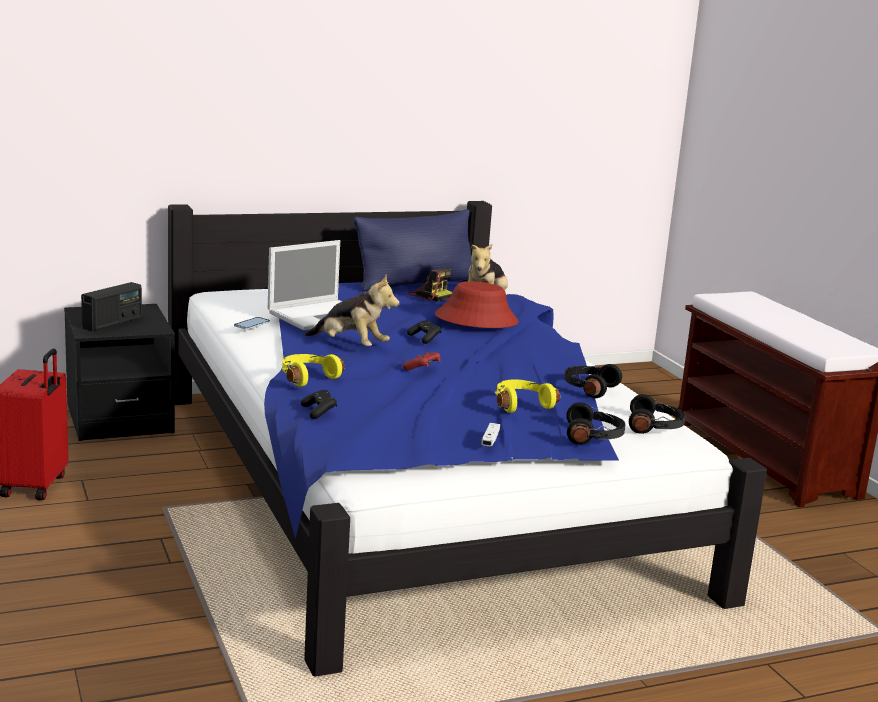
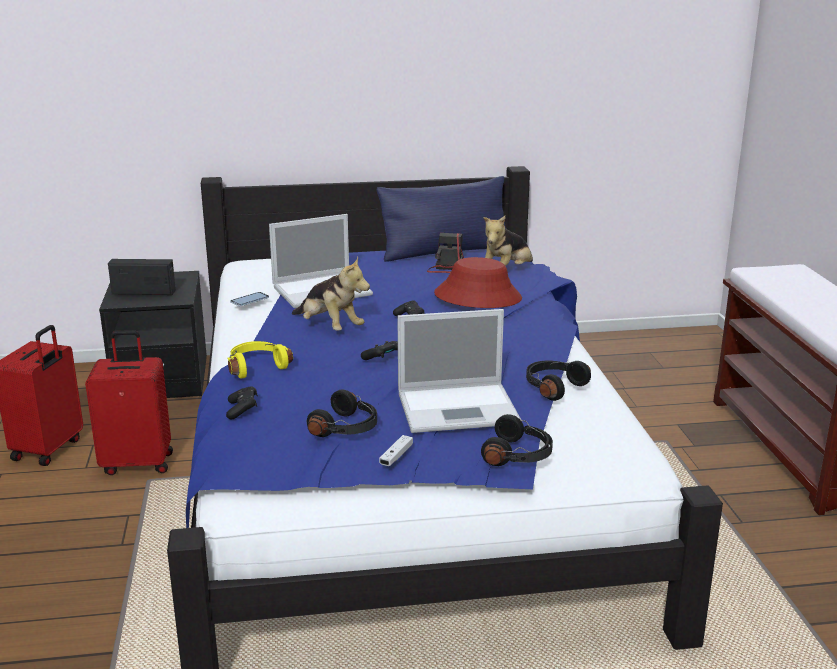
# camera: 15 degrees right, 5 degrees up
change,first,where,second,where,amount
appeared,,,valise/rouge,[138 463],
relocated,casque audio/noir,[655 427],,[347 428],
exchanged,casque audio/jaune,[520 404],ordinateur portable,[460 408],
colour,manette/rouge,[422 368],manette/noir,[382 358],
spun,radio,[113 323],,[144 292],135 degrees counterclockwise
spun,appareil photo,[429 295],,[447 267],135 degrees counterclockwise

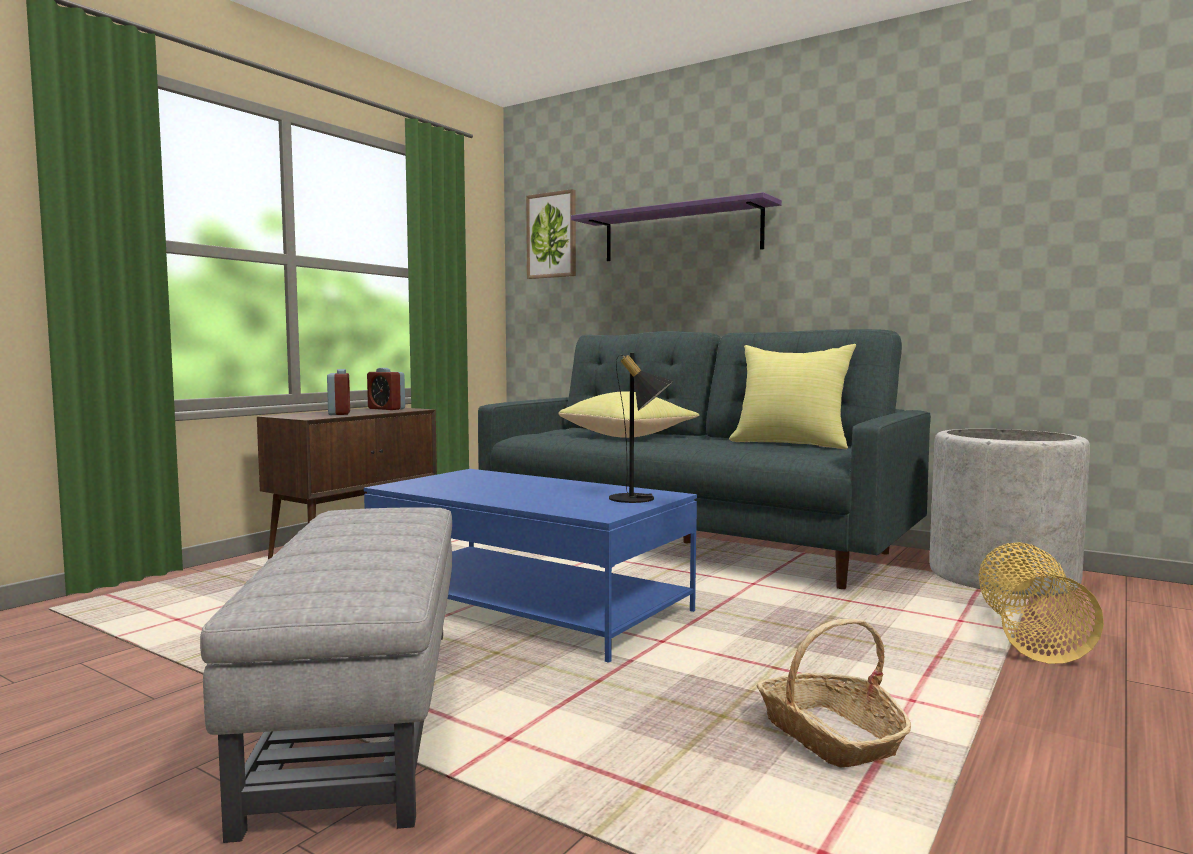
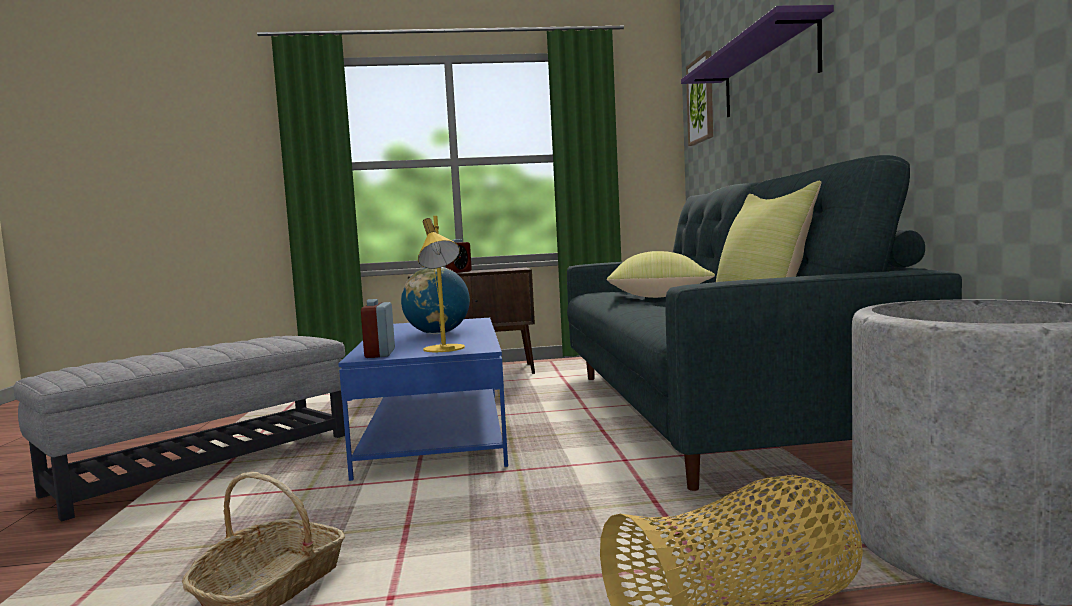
# camera: 50 degrees right, 0 degrees up
change,first,where,second,where,amount
appeared,,,globe,[438 333],
relocated,réveil,[386 409],,[380 353],
colour,lampe de table/noir,[639 499],lampe de table/jaune,[444 350],

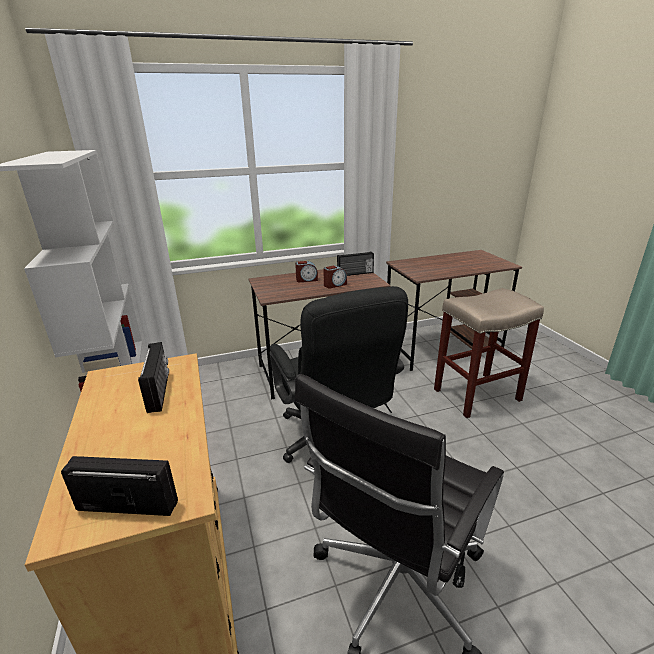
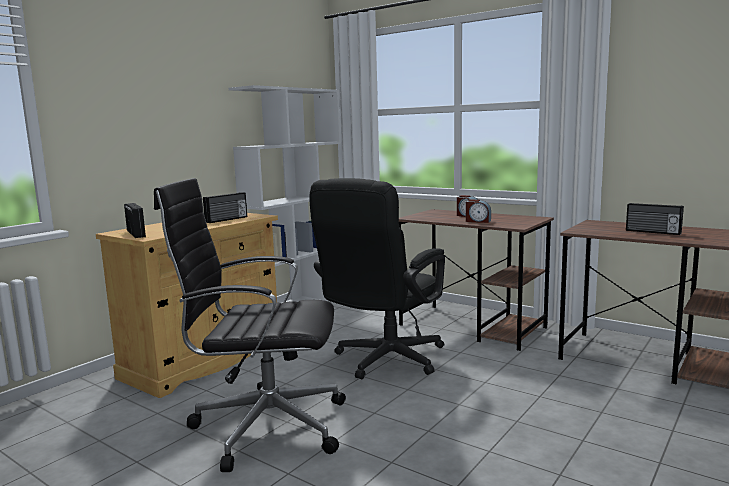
# camera: 55 degrees right, 15 degrees down
change,first,where,second,where,amount
missing,tabouret/beige,[476 395],,,
relocated,radio,[355 273],,[652 232],

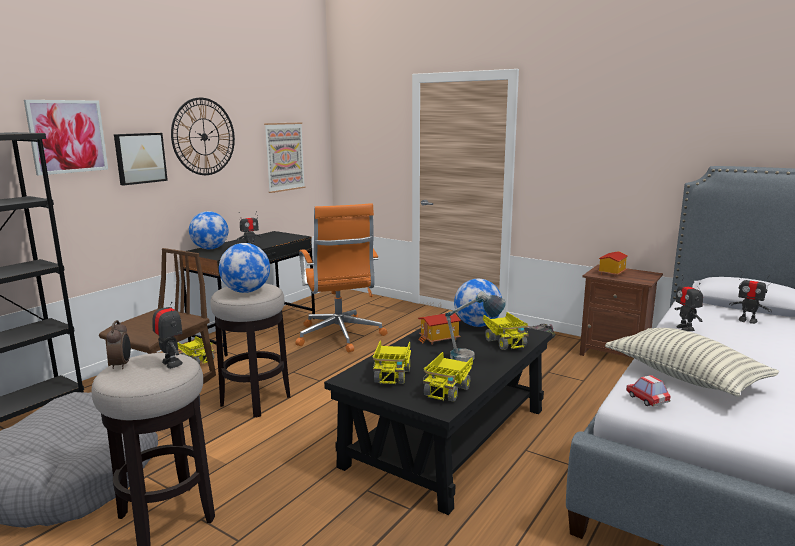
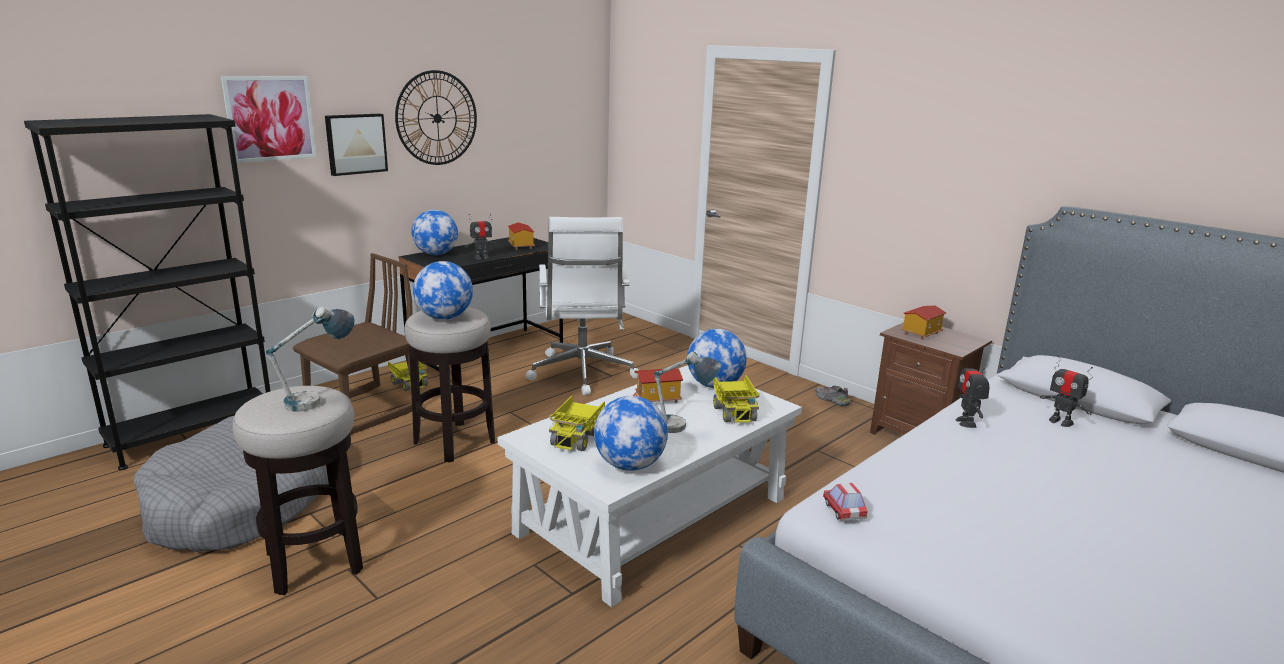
# camera: 10 degrees right, 5 degrees up
change,first,where,second,where,amount
missing,réveil,[122 365],,,
missing,tableau,[284 157],,,
missing,coussin,[684 377],,,
appeared,,,maison miniature,[520 246],
exchanged,robot jouet,[171 363],lampe de table,[318 401],
exchanged,camion jouet,[447 390],globe,[629 465],
colour,chaise de bureau/orange,[339 336],chaise de bureau/blanc,[582 373],
colour,table basse/noir,[448 437],table basse/blanc,[653 516],

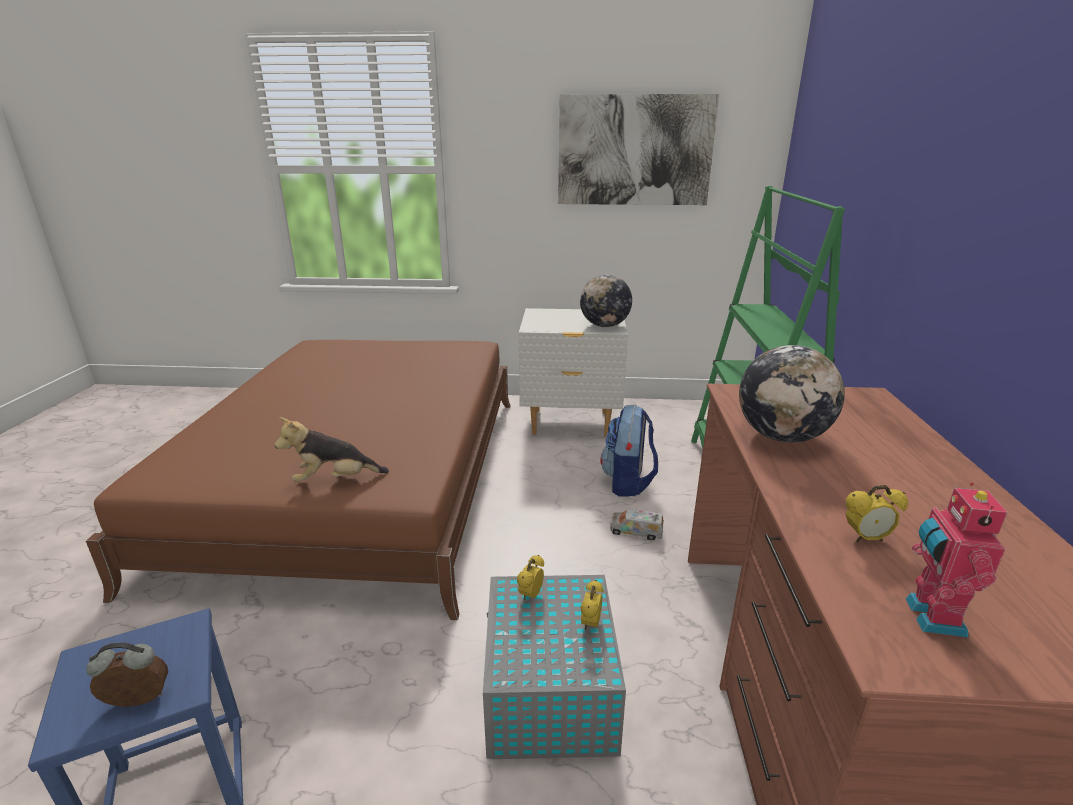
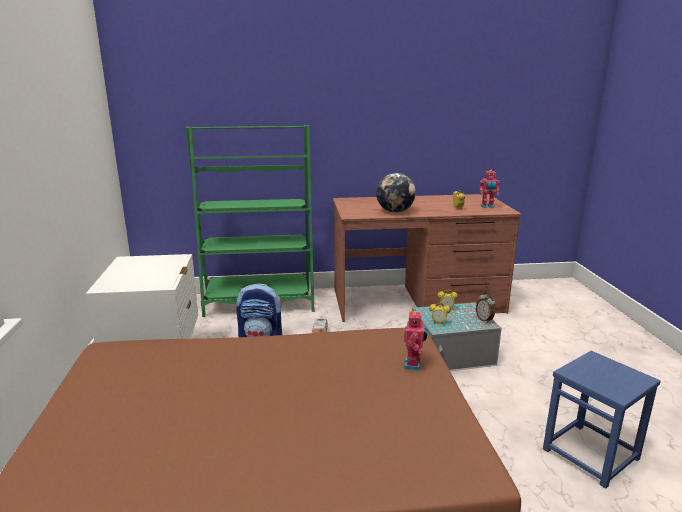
# camera: 100 degrees left, 5 degrees down
change,first,where,second,where,amount
missing,tableau,[634 151],,,
missing,globe,[604 326],,,
relocated,réveil,[138 703],,[484 319],
exchanged,peluche,[335 480],robot jouet,[414 365],

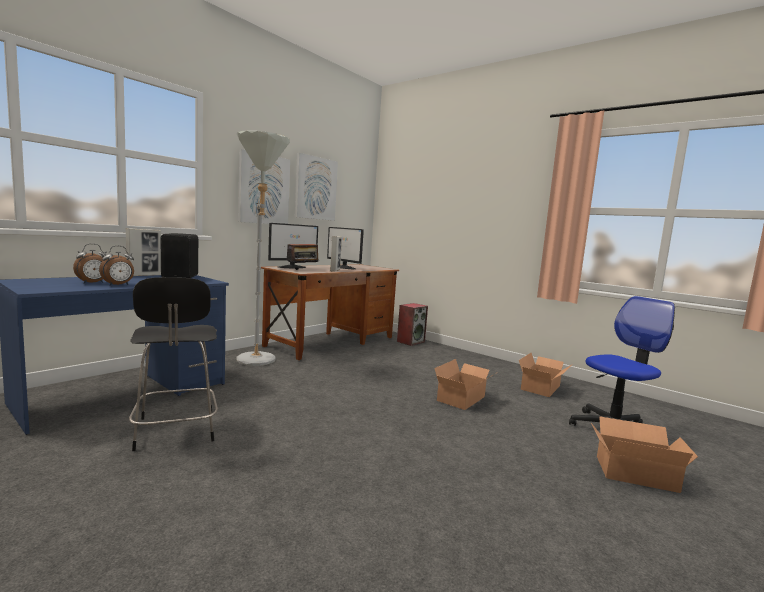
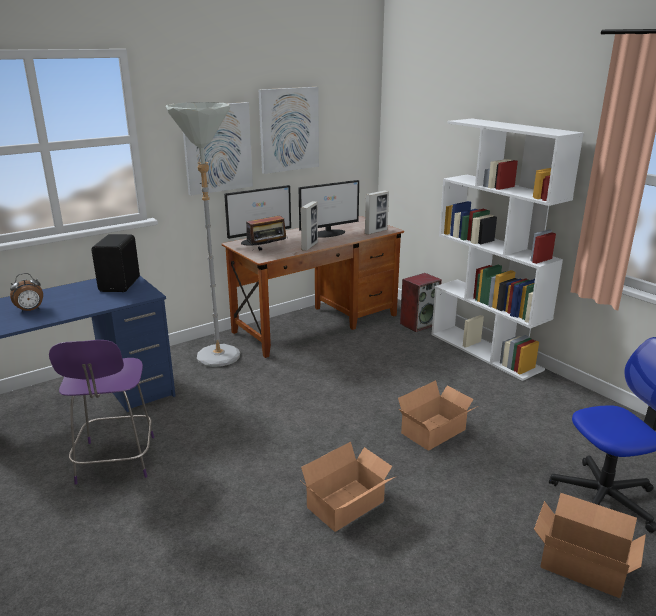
# camera: 15 degrees right, 15 degrees up
change,first,where,second,where,amount
missing,réveil,[118 285],,,
appeared,,,bibliothèque/blanc,[485 351],
relocated,cadre photo,[144 275],,[376 232],
relocated,carton,[542 388],,[349 505],
colour,chaise/noir,[175 431],chaise/violet,[115 461],
spun,écran d'ordinateur,[344 267],,[328 233],90 degrees counterclockwise

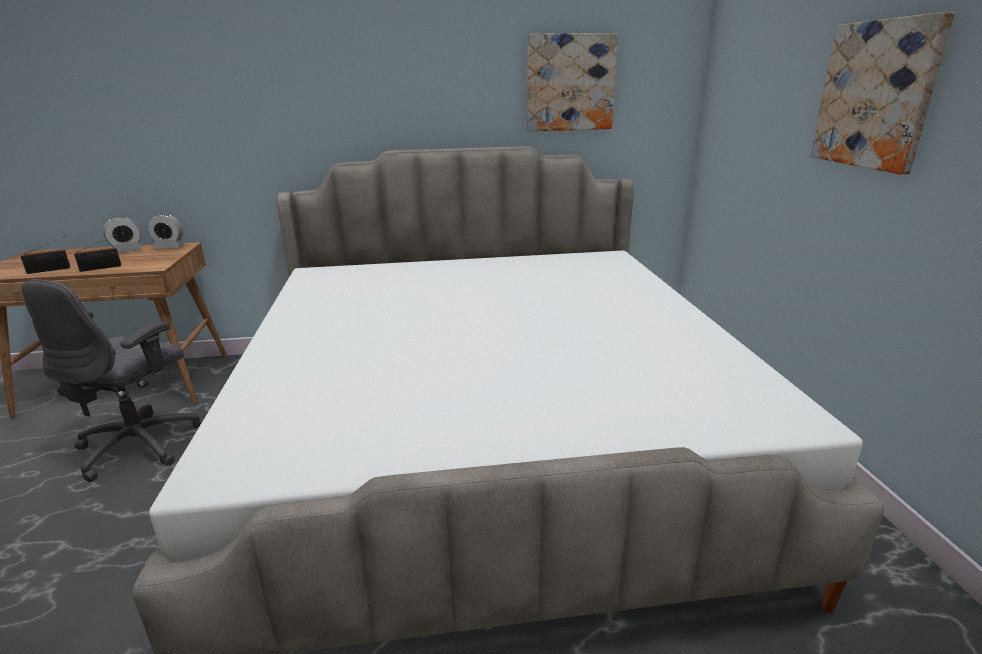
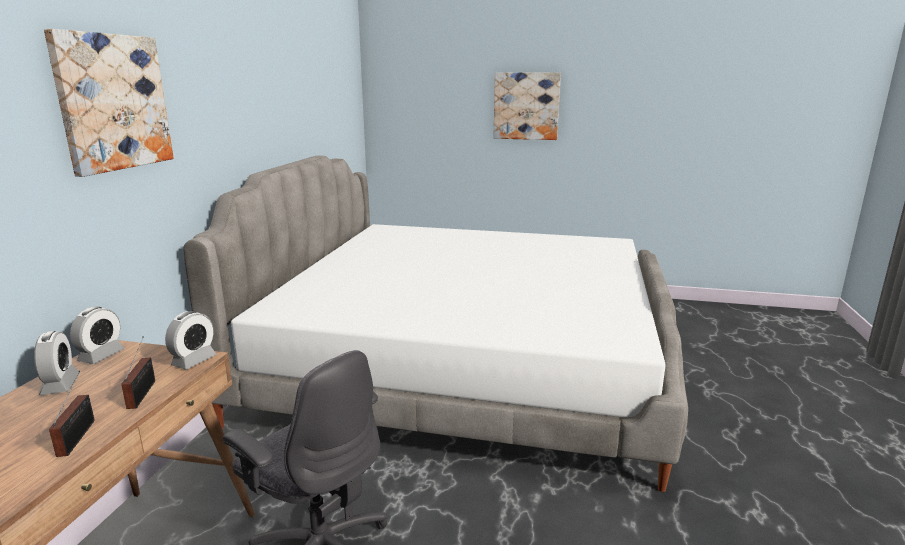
# camera: 70 degrees left, 5 degrees down
change,first,where,second,where,amount
appeared,,,réveil,[194 361],
relocated,tableau,[570 83],,[113 102],

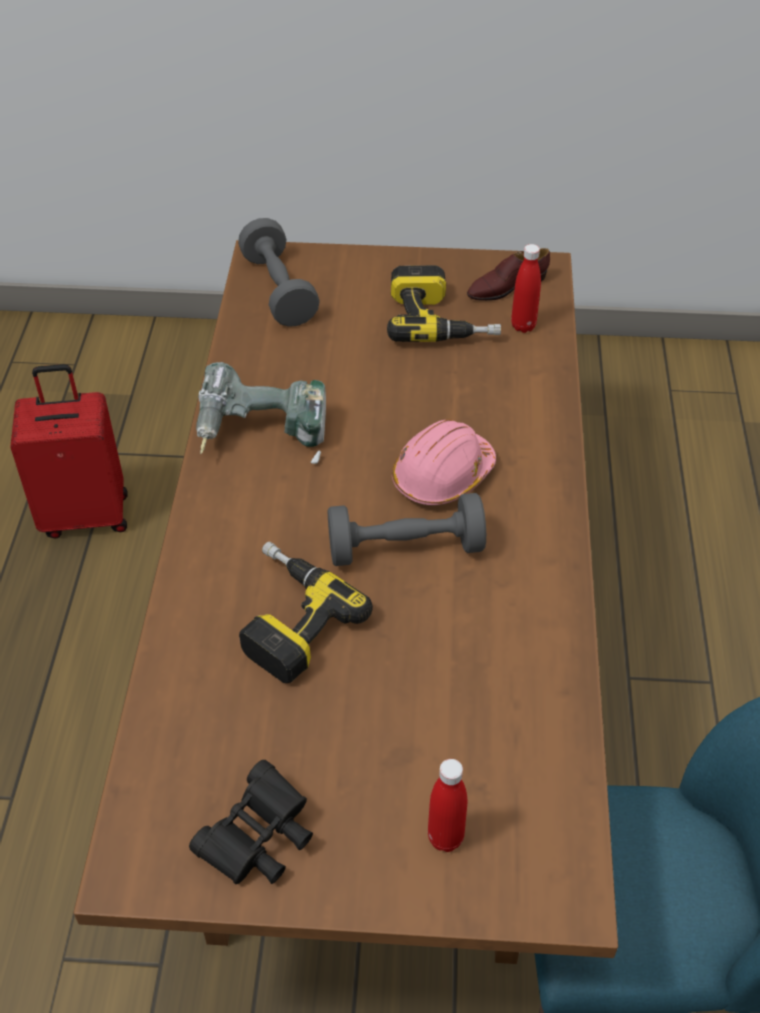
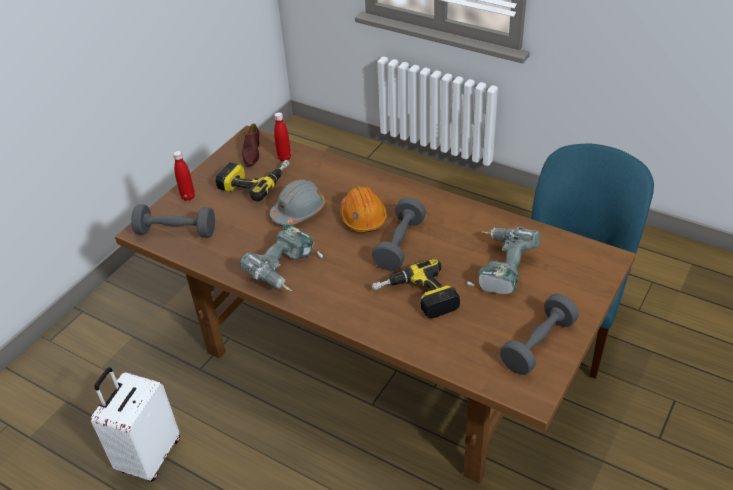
# camera: 60 degrees left, 5 degrees down
change,first,where,second,where,amount
appeared,,,casque de chantier/gris,[299 211],
appeared,,,perceuse,[500 269],
relocated,bouteille/rouge,[445 837],,[188 197],
exchanged,jumelles/noir,[258 840],haltère/gris,[538 344],
colour,valise/rouge,[86 514],valise/blanc,[148 456],
colour,casque de chantier/rose,[442 476],casque de chantier/orange,[363 217],

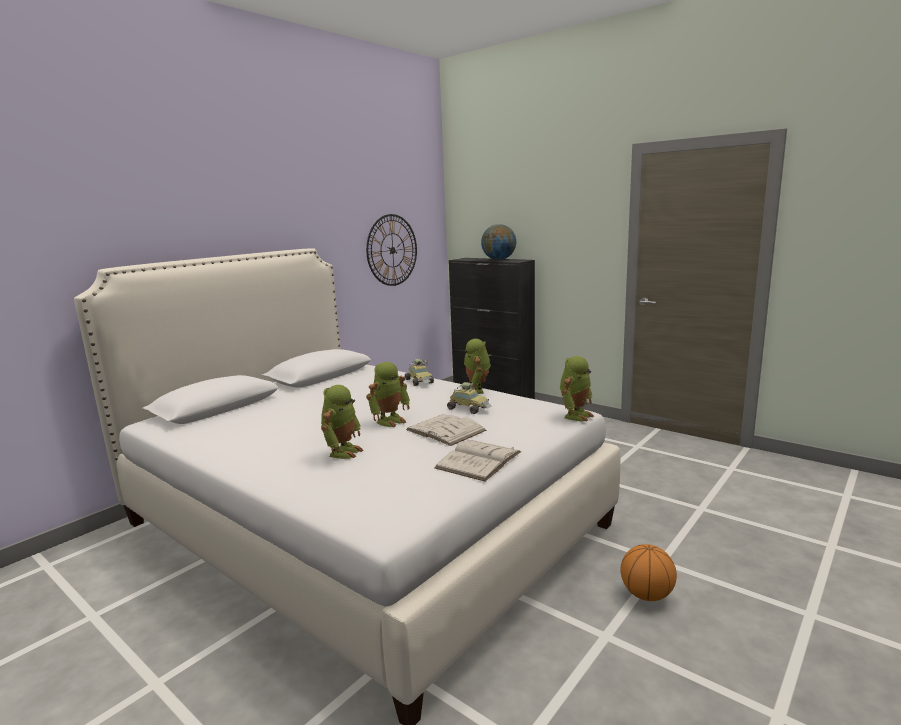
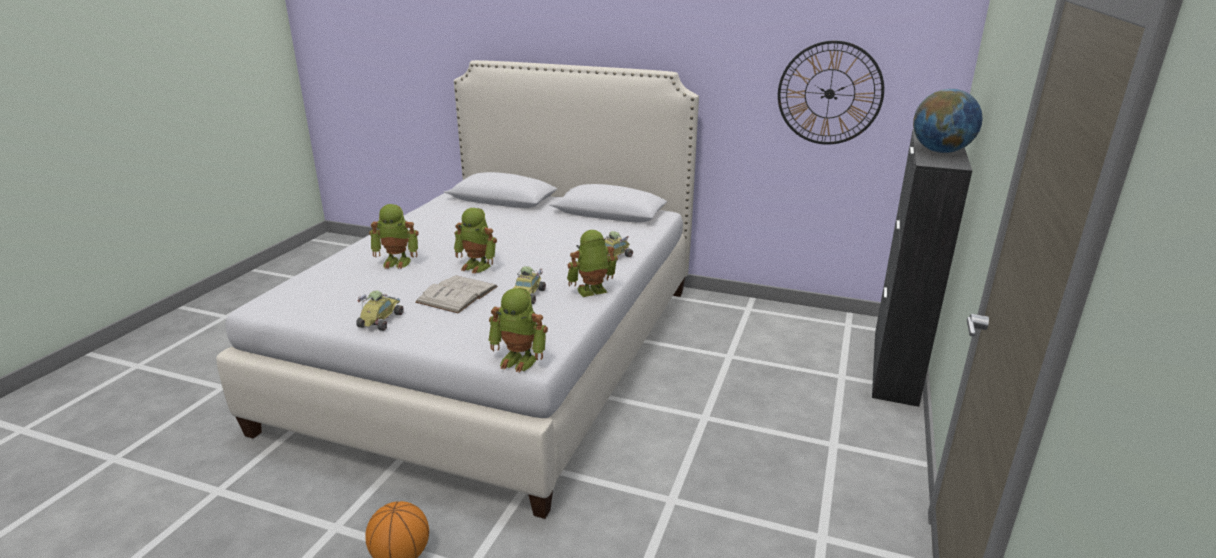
# camera: 70 degrees right, 10 degrees up
change,first,where,second,where,amount
exchanged,livre/blanc,[478 460],petite voiture,[381 319],

